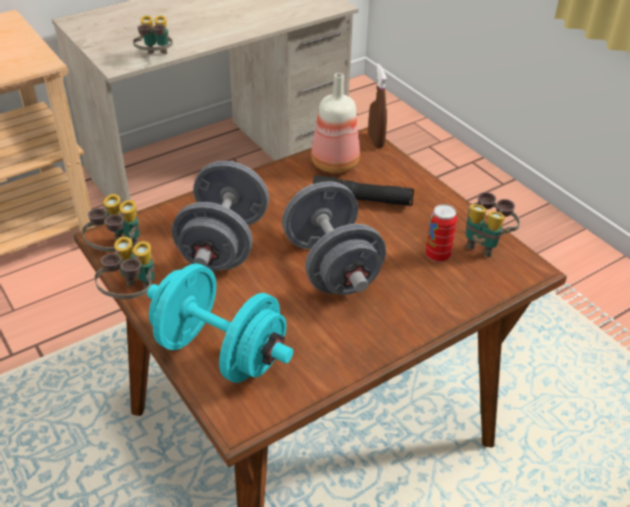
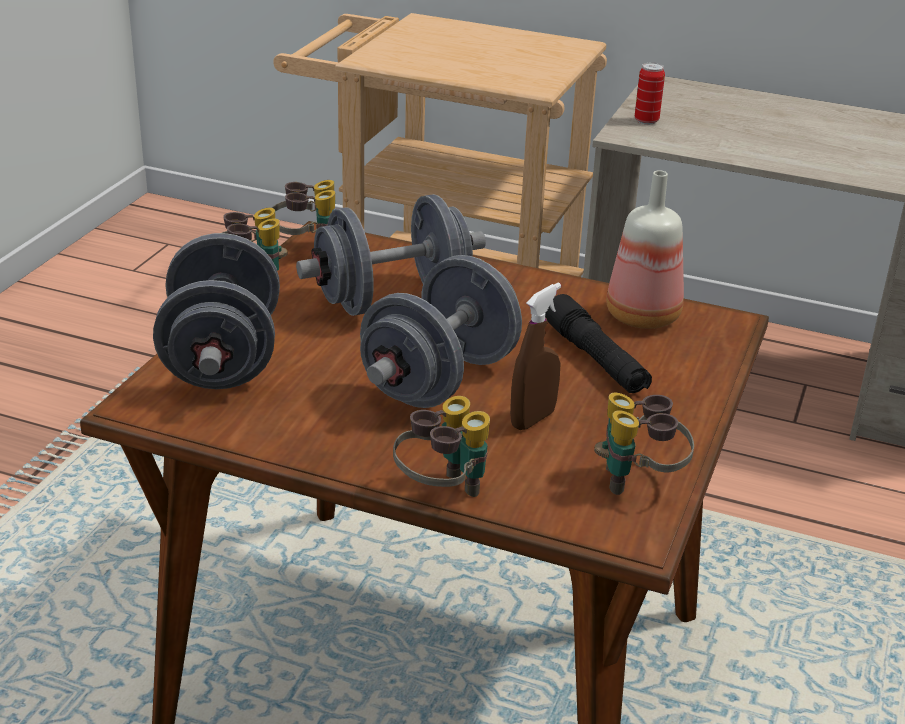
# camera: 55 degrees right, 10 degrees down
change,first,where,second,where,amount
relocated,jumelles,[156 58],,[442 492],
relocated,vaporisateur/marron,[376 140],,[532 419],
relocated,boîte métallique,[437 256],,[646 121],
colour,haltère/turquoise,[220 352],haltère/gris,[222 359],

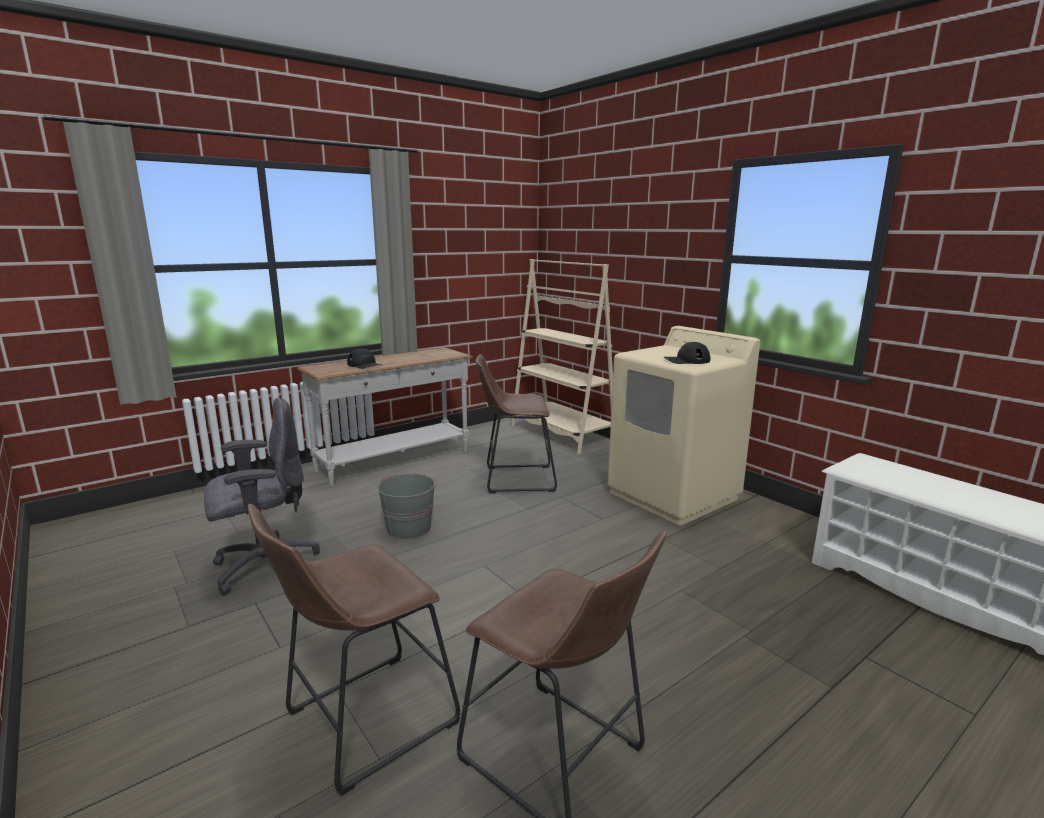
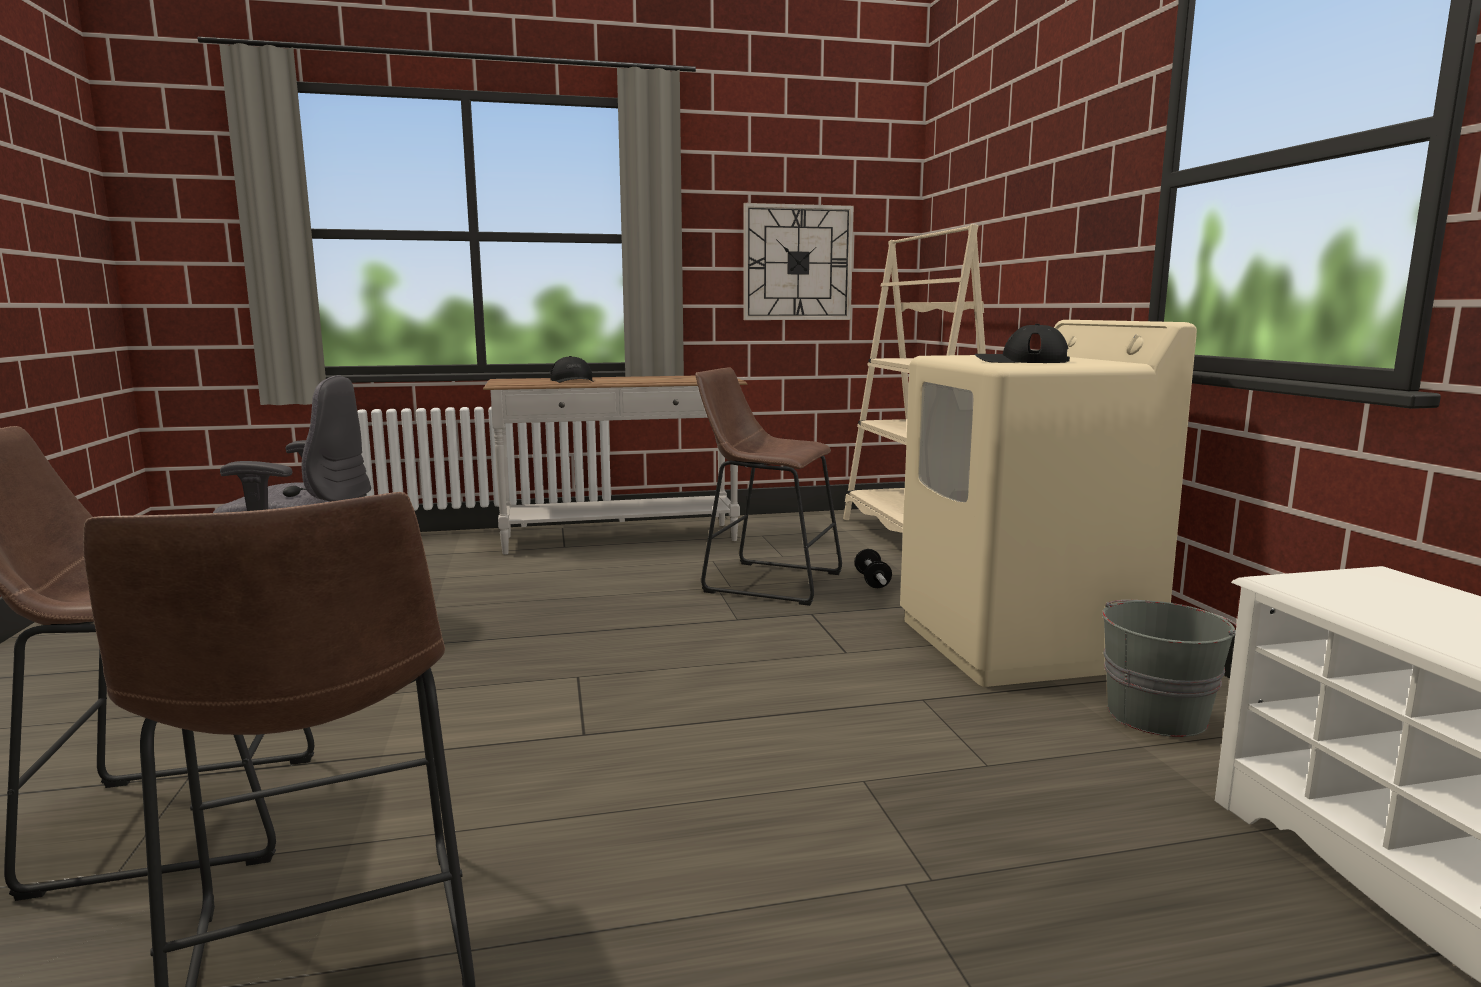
# camera: 25 degrees right, 5 degrees down
change,first,where,second,where,amount
appeared,,,horloge murale,[797 263],
appeared,,,haltère,[872 581],
relocated,seau/gris,[409 527],,[1157 714],

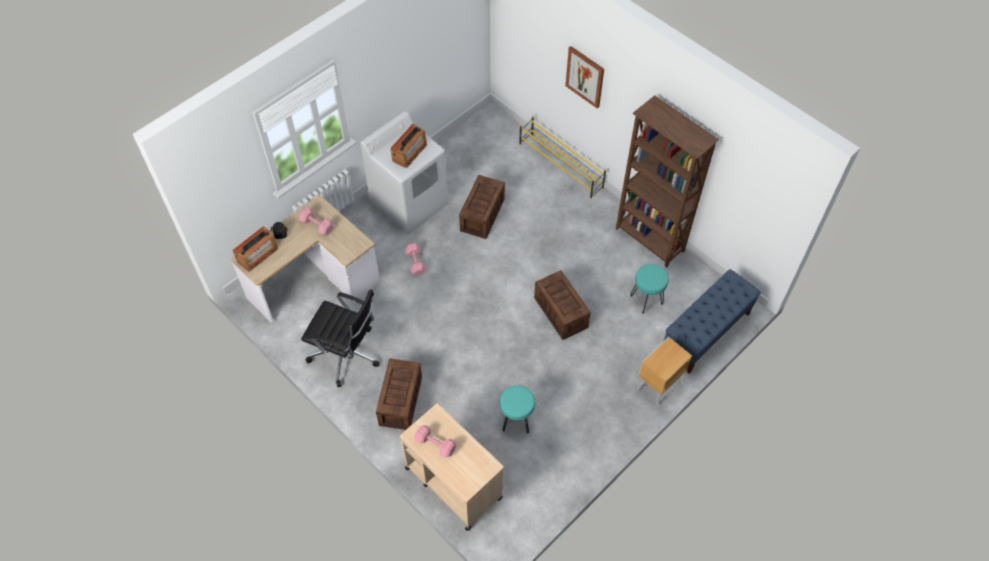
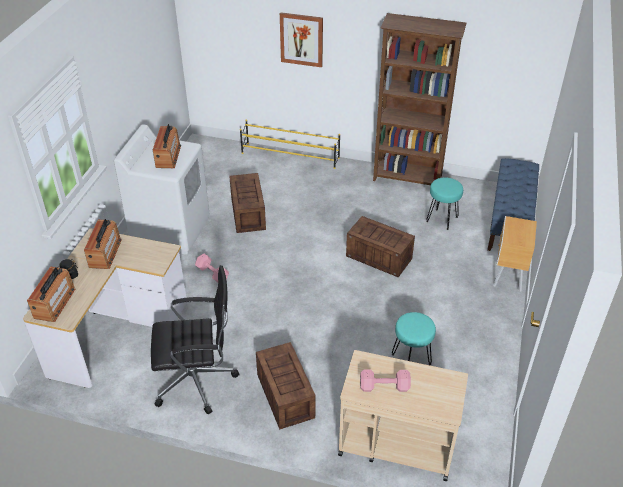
# camera: 30 degrees left, 15 degrees down
change,first,where,second,where,amount
exchanged,haltère/rose,[316 225],radio,[105 253],

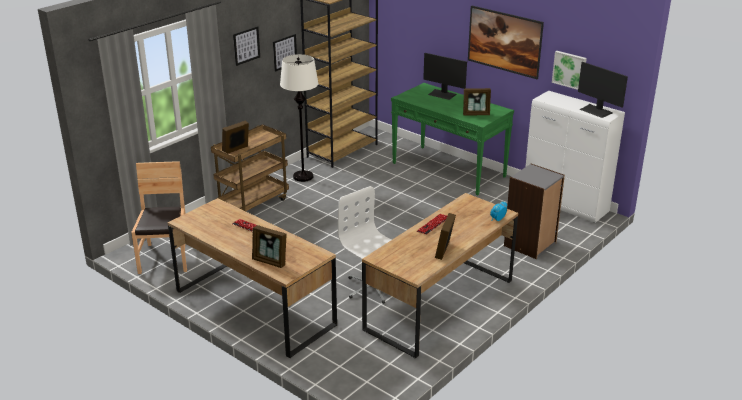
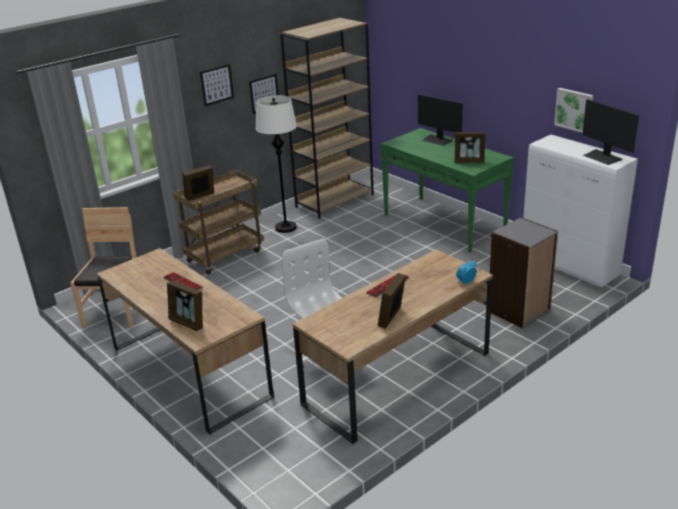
# camera: 10 degrees right, 0 degrees up
change,first,where,second,where,amount
missing,tableau,[503 55],,,

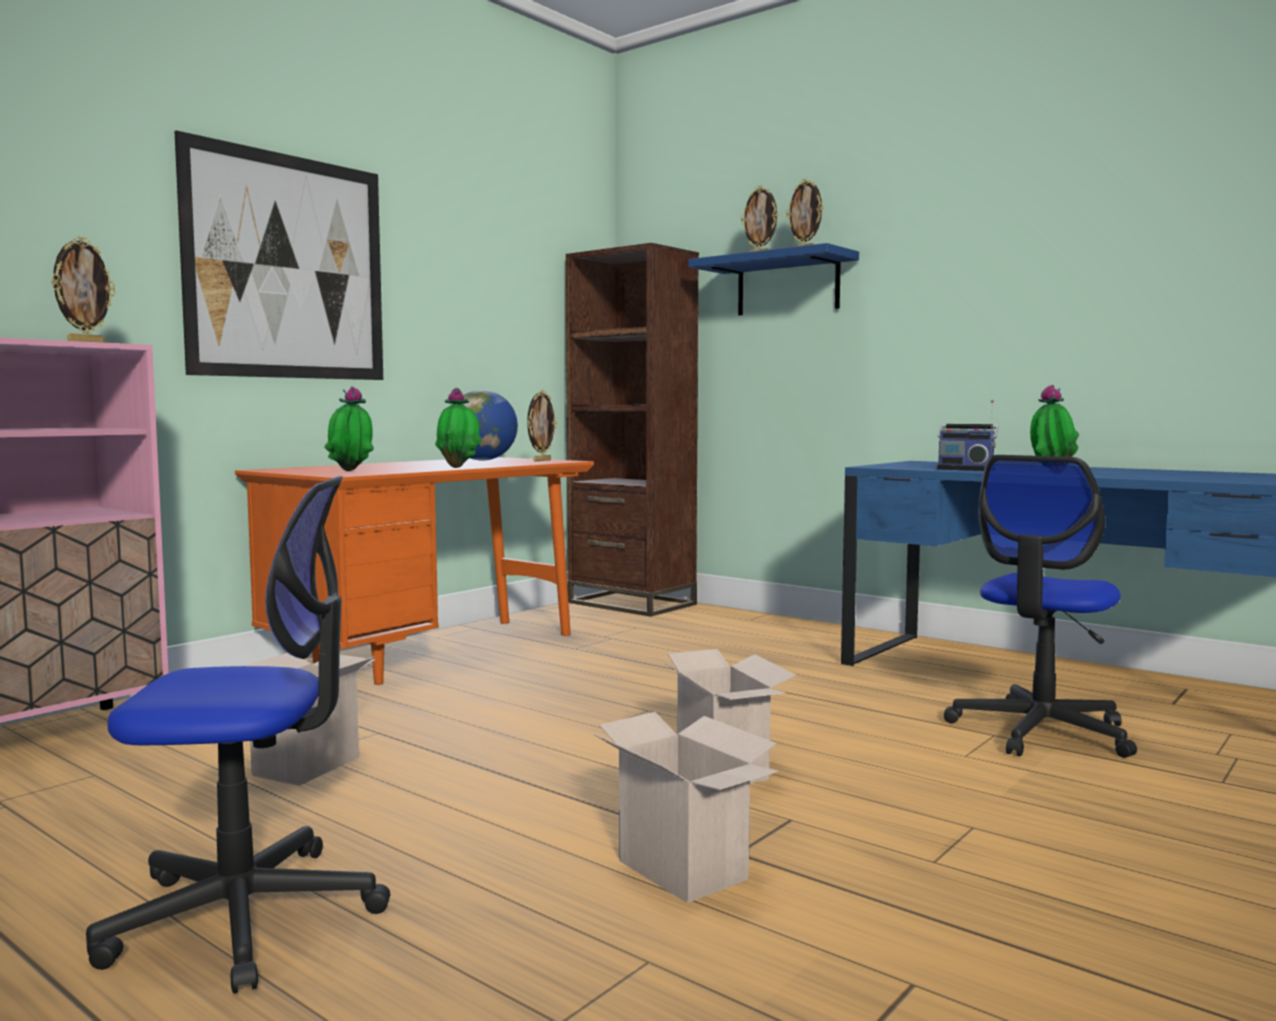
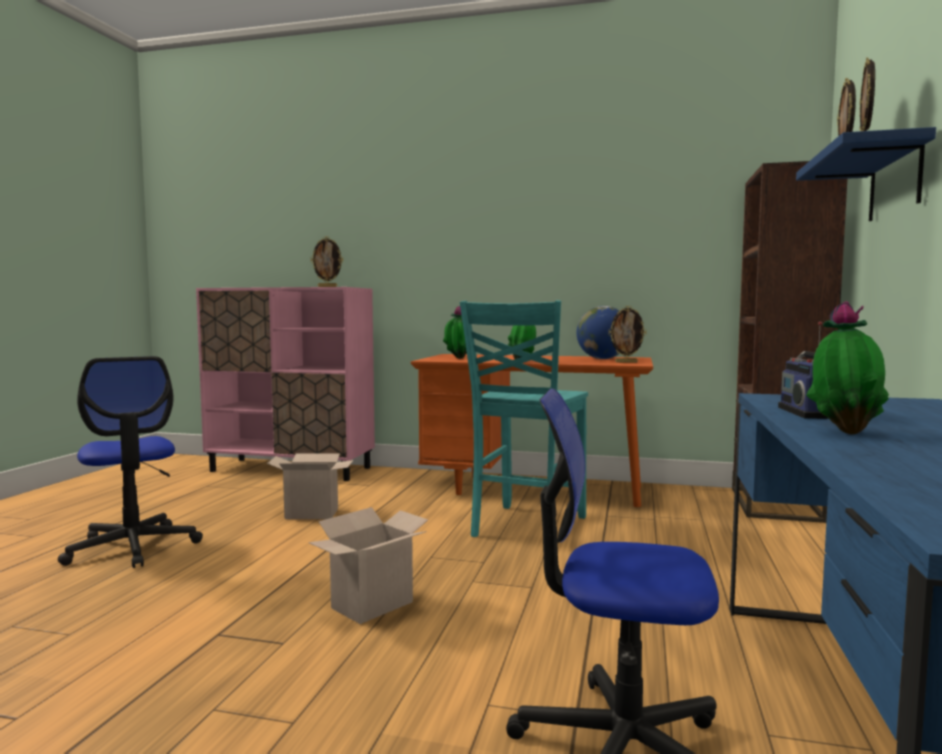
# camera: 65 degrees right, 0 degrees up
change,first,where,second,where,amount
missing,tableau,[287 267],,,
missing,carton,[687 870],,,
appeared,,,chaise/turquoise,[526 527],

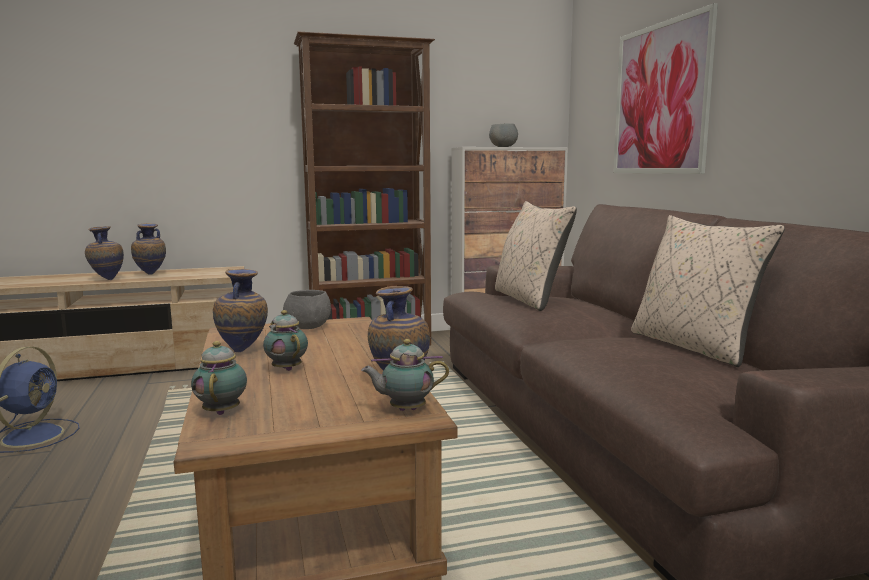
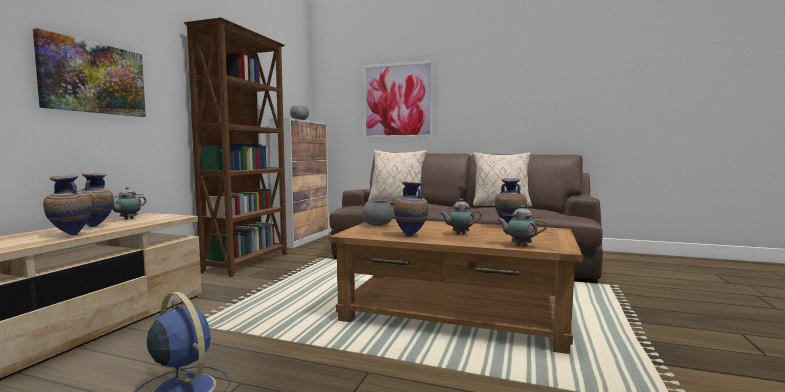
# camera: 55 degrees left, 5 degrees down
change,first,where,second,where,amount
appeared,,,tableau,[93 78],
relocated,théière,[405 410],,[127 219],

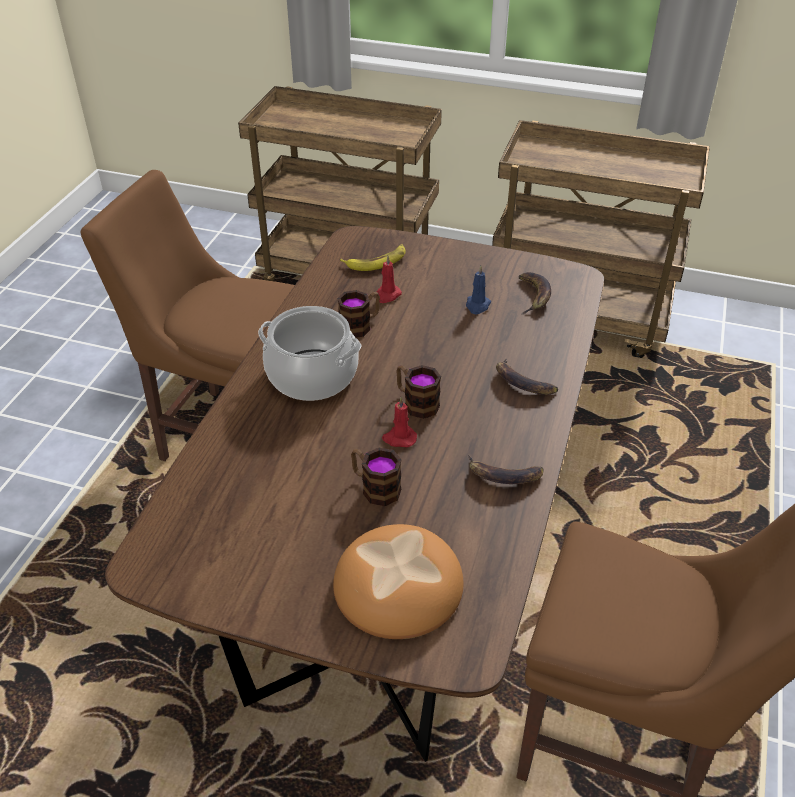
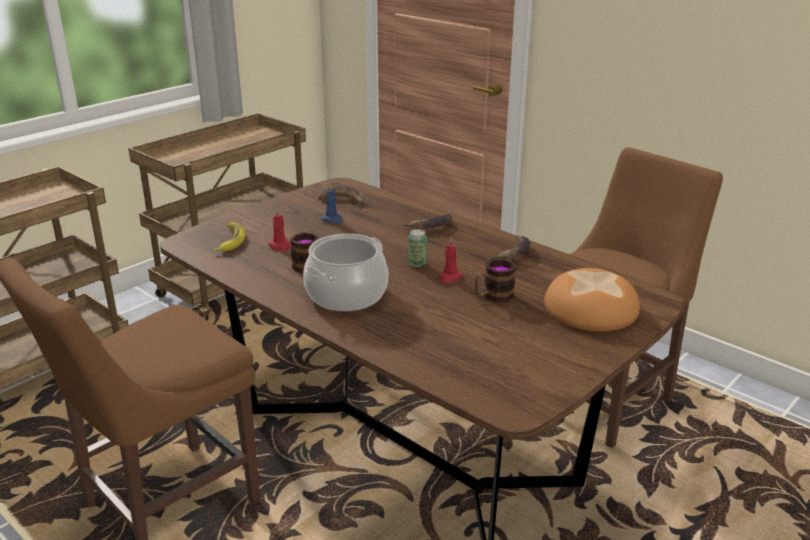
# camera: 65 degrees left, 15 degrees down
change,first,where,second,where,amount
exchanged,mug,[416 402],boîte métallique,[417 263],

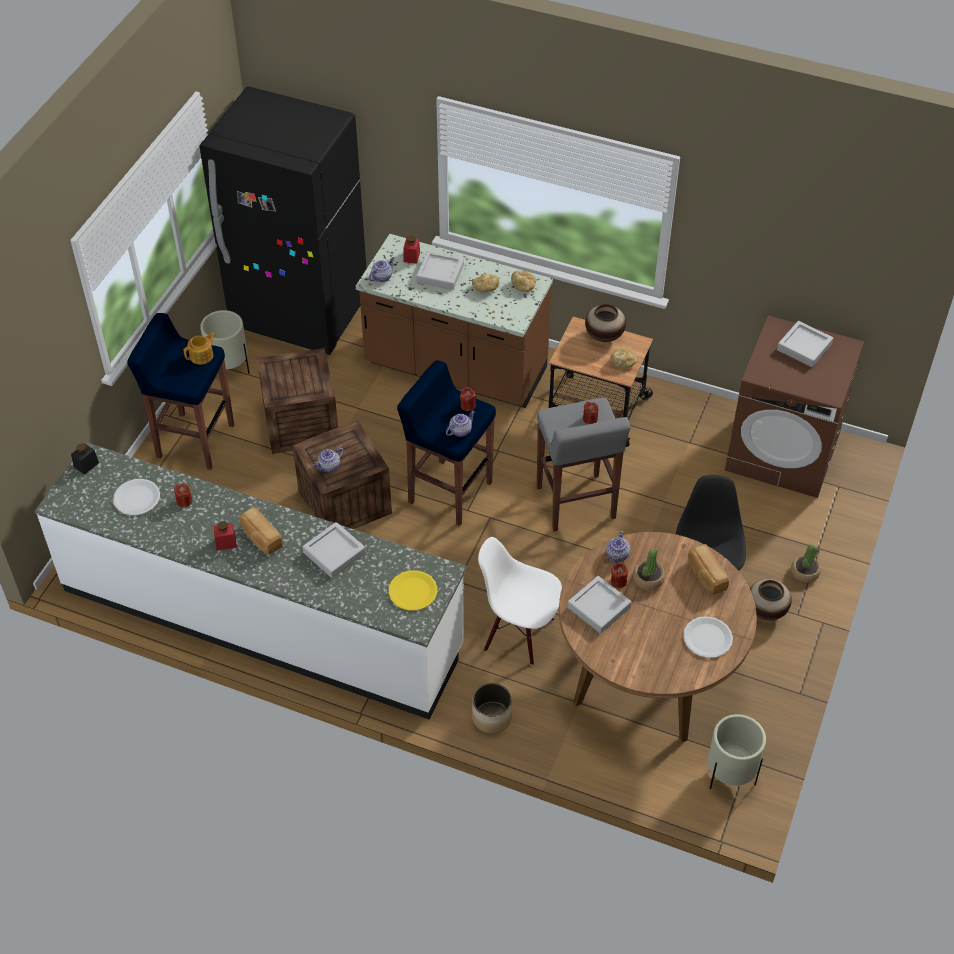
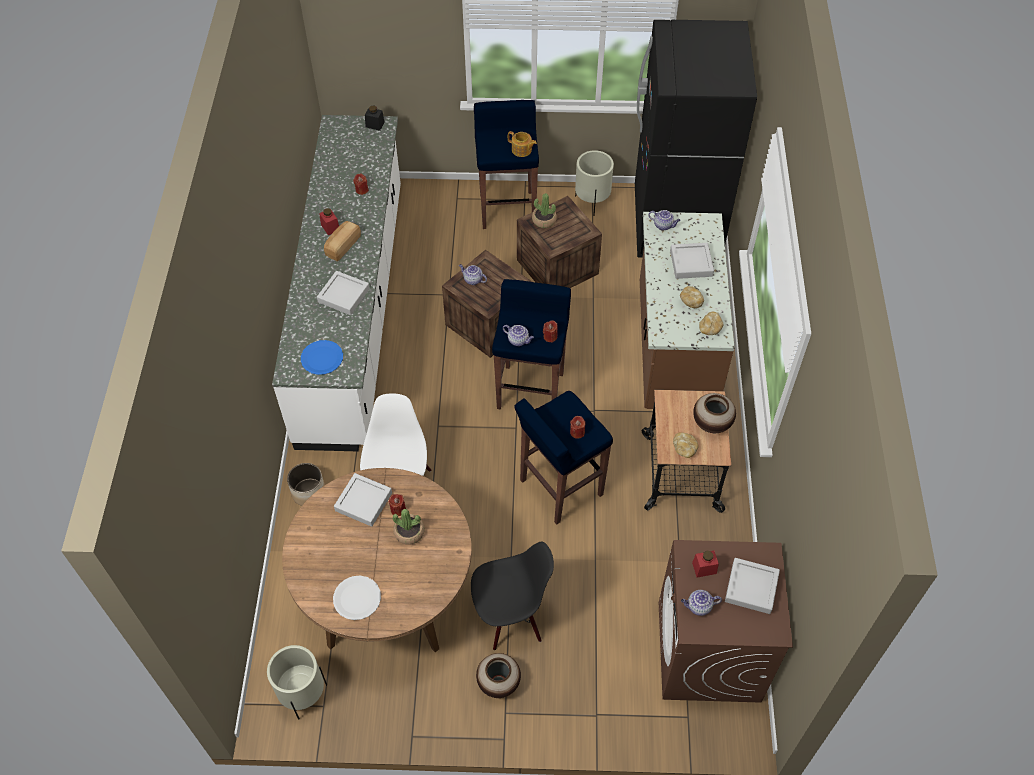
# camera: 70 degrees right, 5 degrees up
change,first,where,second,where,amount
missing,assiette/blanc,[137 498],,,
missing,pain,[706 576],,,
relocated,bocal/rouge,[411 257],,[704 568],
relocated,théière,[617 555],,[698 607],
relocated,plante en pot,[804 572],,[544 220],
colour,assiette/jaune,[413 591],assiette/bleu,[322 358],
colour,tabouret/gris,[576 503],tabouret/bleu,[560 488],

